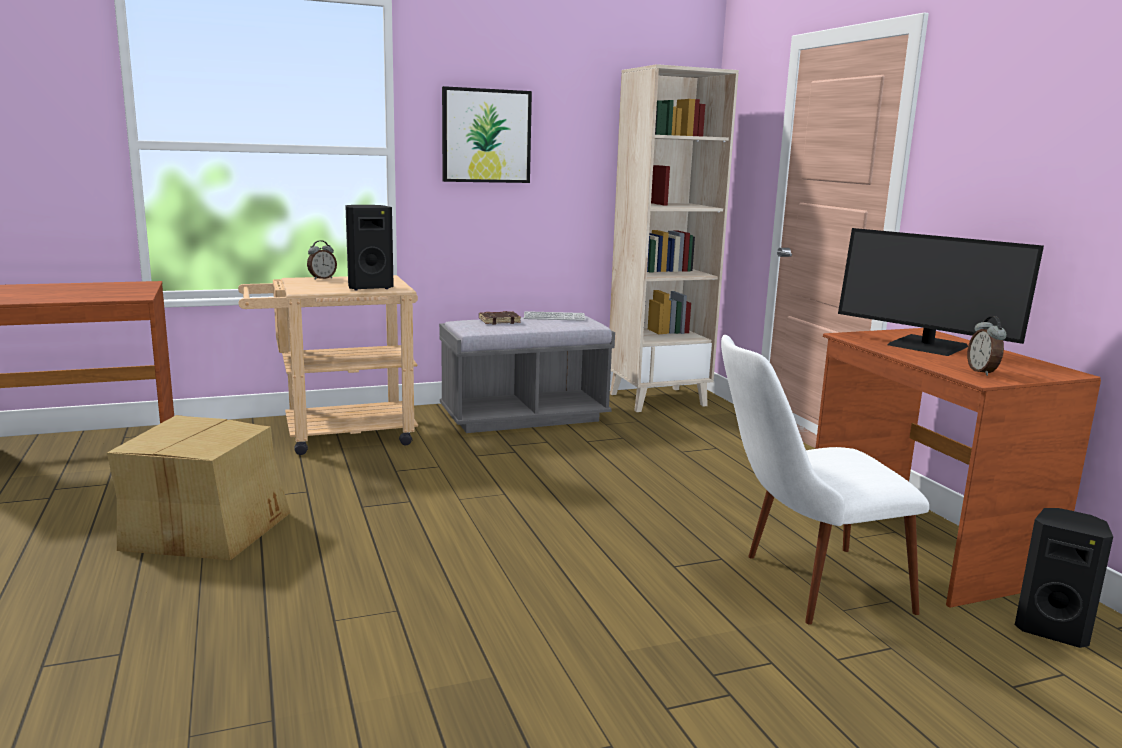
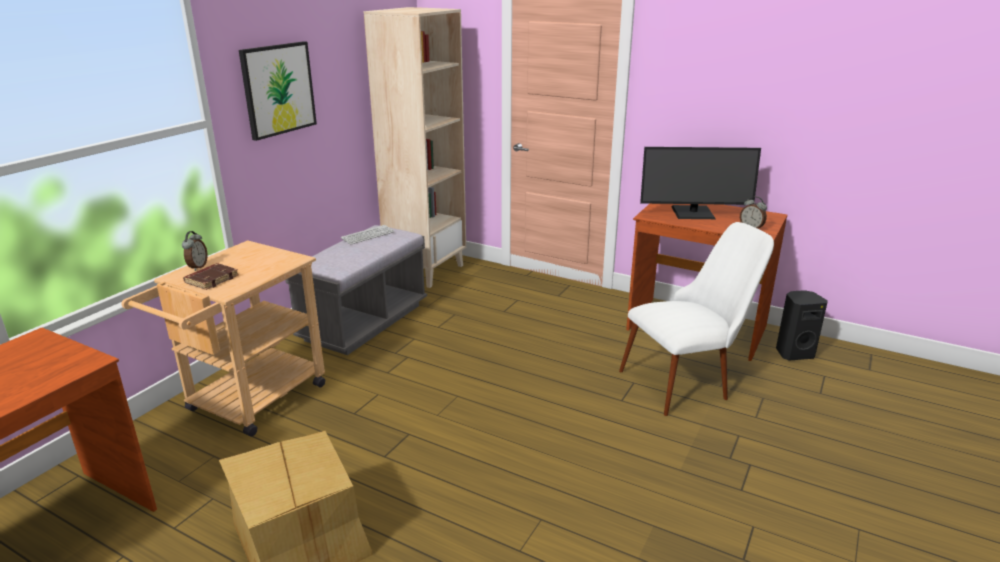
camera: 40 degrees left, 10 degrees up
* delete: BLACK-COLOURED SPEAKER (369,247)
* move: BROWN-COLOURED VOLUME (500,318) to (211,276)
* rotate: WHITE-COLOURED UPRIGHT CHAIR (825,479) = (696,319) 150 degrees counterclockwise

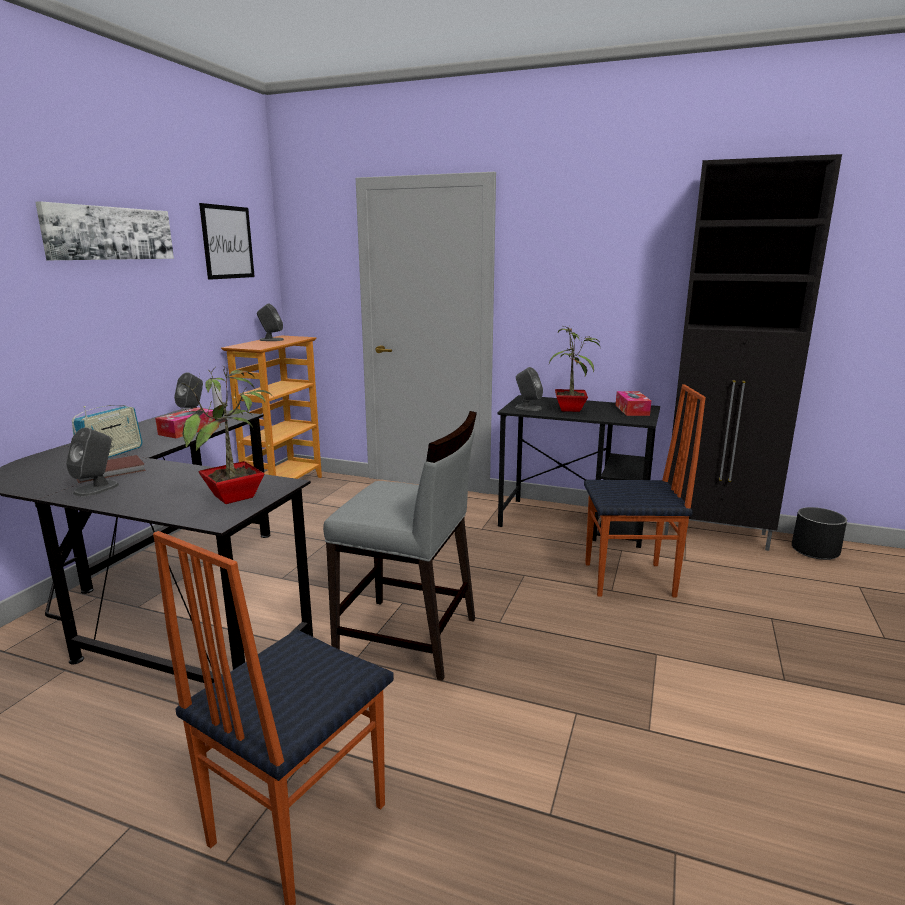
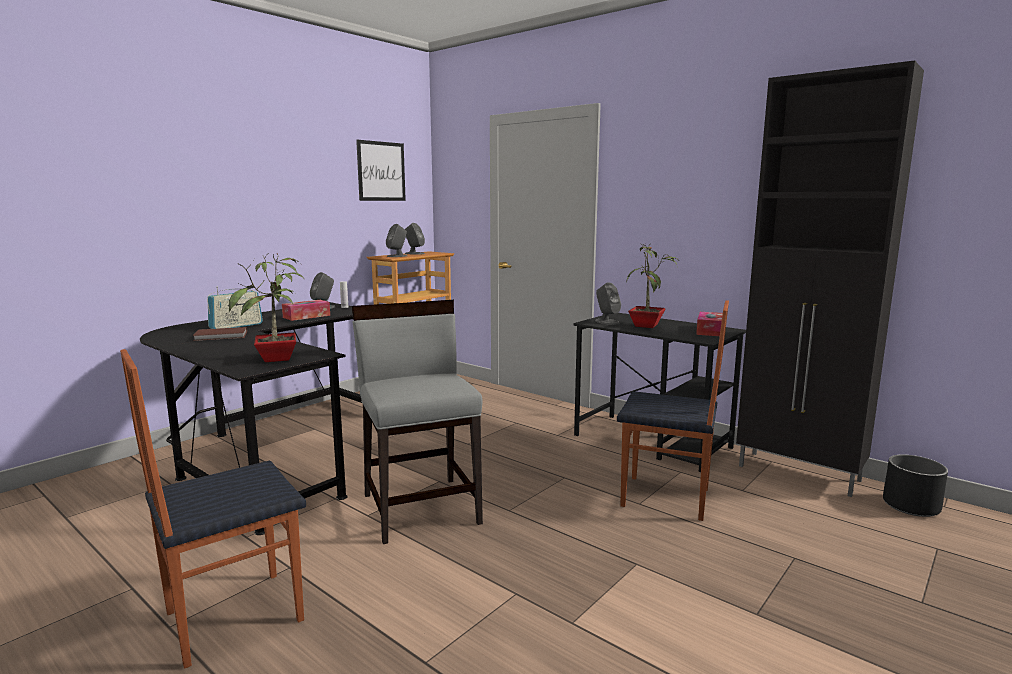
camera: 20 degrees right, 5 degrees down
* delete: WALL ART (104,230)
* move: GREY SPEAKER (92,461) to (396,240)
* rotate: GREY UPRIGHT CHAIR (400,546) = (417,422) 150 degrees counterclockwise

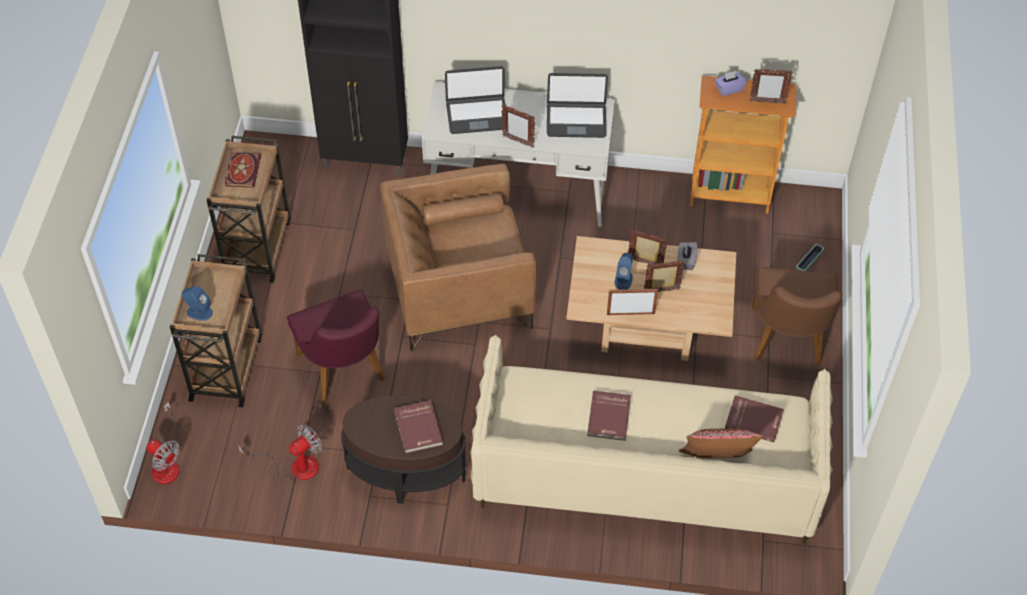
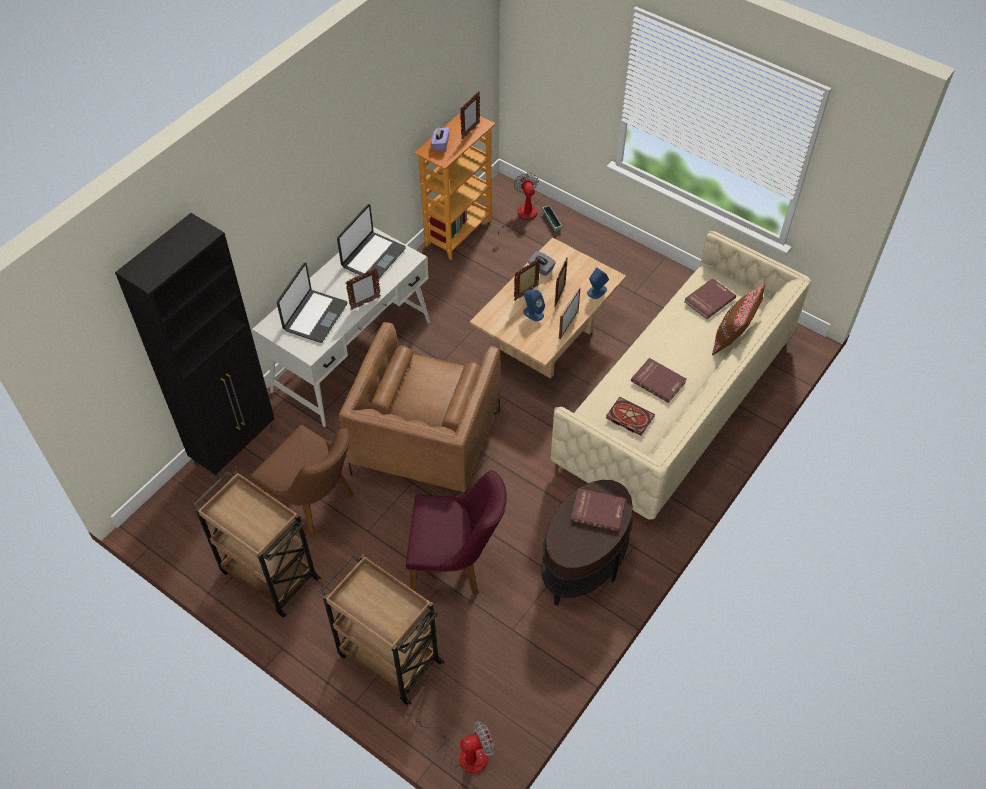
camera: 60 degrees left, 0 degrees up
* move: BLUE-COLOURED SPEAKER (197,303) to (598,283)
* move: VOLUME (243,170) to (630,416)
* move: FAN (280,452) to (518,203)
* move: BROWN-COLOURED UPRIGHT CHAIR (797,316) to (301,481)

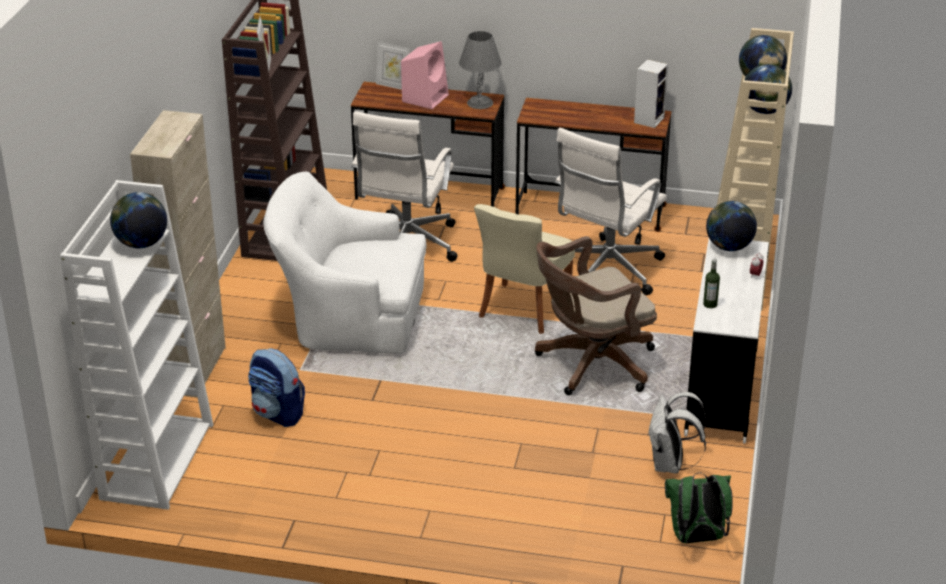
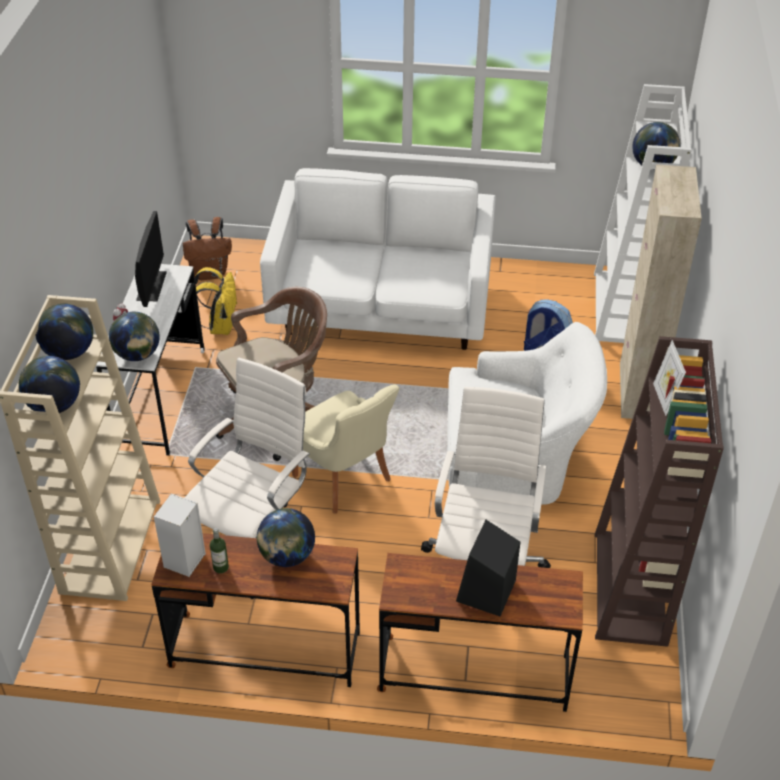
camera: 175 degrees right, 10 degrees up
* delete: PHOTO FRAME (392,66)
* recolor: PINKISH SPEAKER (425,75) to BLACK-COLOURED SPEAKER (488,568)
* delete: GREY TABLETOP LAMP (480,70)
* rotate: BEIGE UPRIGHT CHAIR (524,269) = (345,449) 120 degrees clockwise
* recolor: WHITE-COLOURED BACKPACK (677,432) to YELLOW-COLOURED BACKPACK (216,301)
* recolor: GREEN-COLOURED BACKPACK (699,507) to BROWN-COLOURED BACKPACK (207,248)
* move: BOTTLE (711,283) to (219,550)
* insert: COMPUTER SCREEN (151,259)
* insert: WORLD GLOBE (286,537)
* insert: WHITE-COLOURED COUCH (378,259)

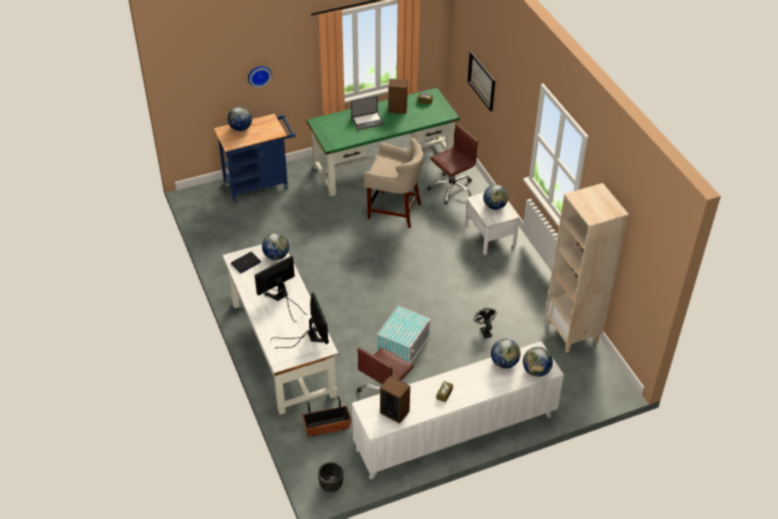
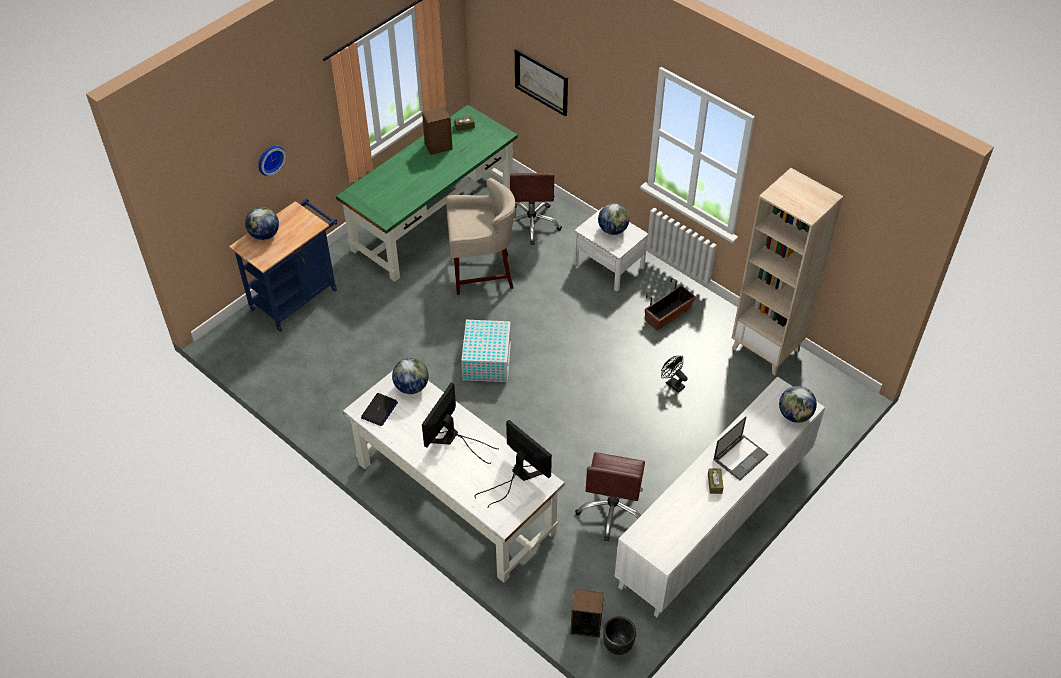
camera: 25 degrees left, 5 degrees up
* move: PLANTER (327,416) to (670,304)
* move: NOTEBOOK COMPUTER (367,113) to (740,448)
* move: WHITE-COLOURED STORAGE BOX (404,335) to (486,351)
* move: SPEAKER (395,400) to (587,613)
* rotate: BROWN-COLOURED COMPUTER CHAIR (453,164) = (536,209) 150 degrees clockwise
* delete: WORLD GLOBE (505,354)

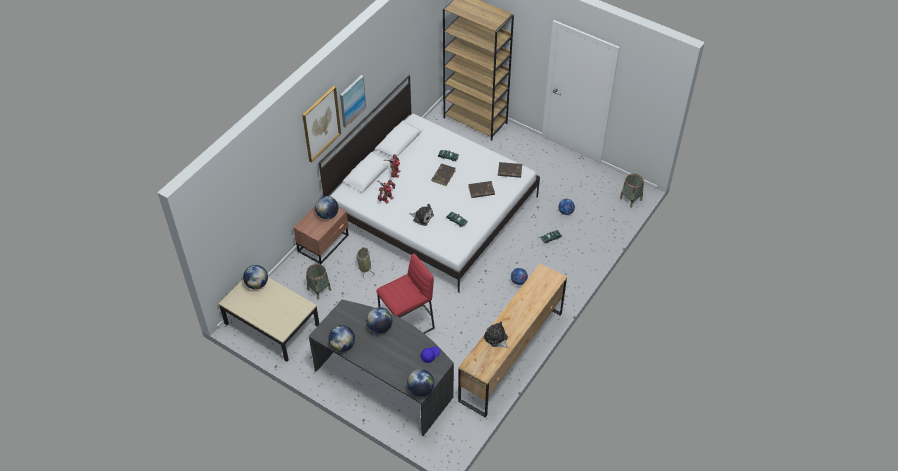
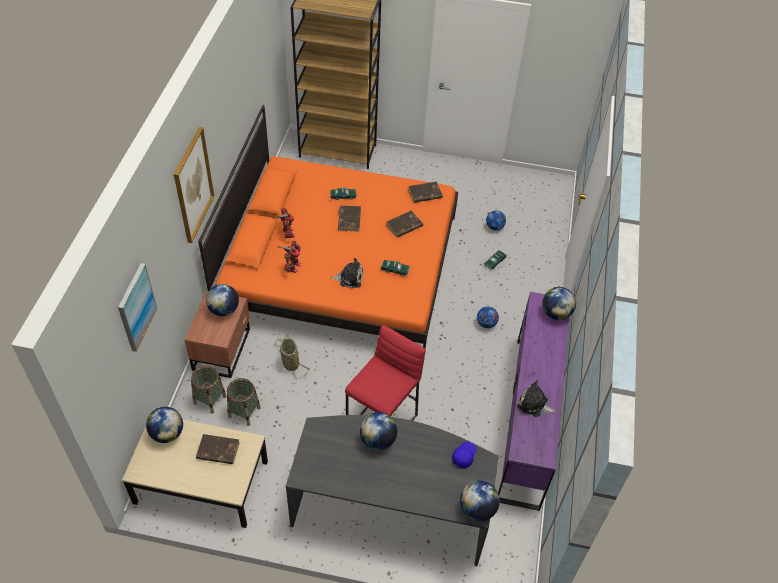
camera: 25 degrees left, 0 degrees up
* recolor: WHITE-COLOURED SLEEPING BED (429,184) to ORANGEY SLEEPING BED (328,227)
* move: WORLD GLOBE (341,338) to (559,303)
* move: WALL ART (353,101) to (137,307)
* recolor: BROWN-COLOURED DRAWER CHEST (512,340) to PURPLE DRAWER CHEST (533,401)
* move: HOUSEHOLD BASKET (632,191) to (208,390)
* insert: BROWN-COLOURED VOLUME (218,449)

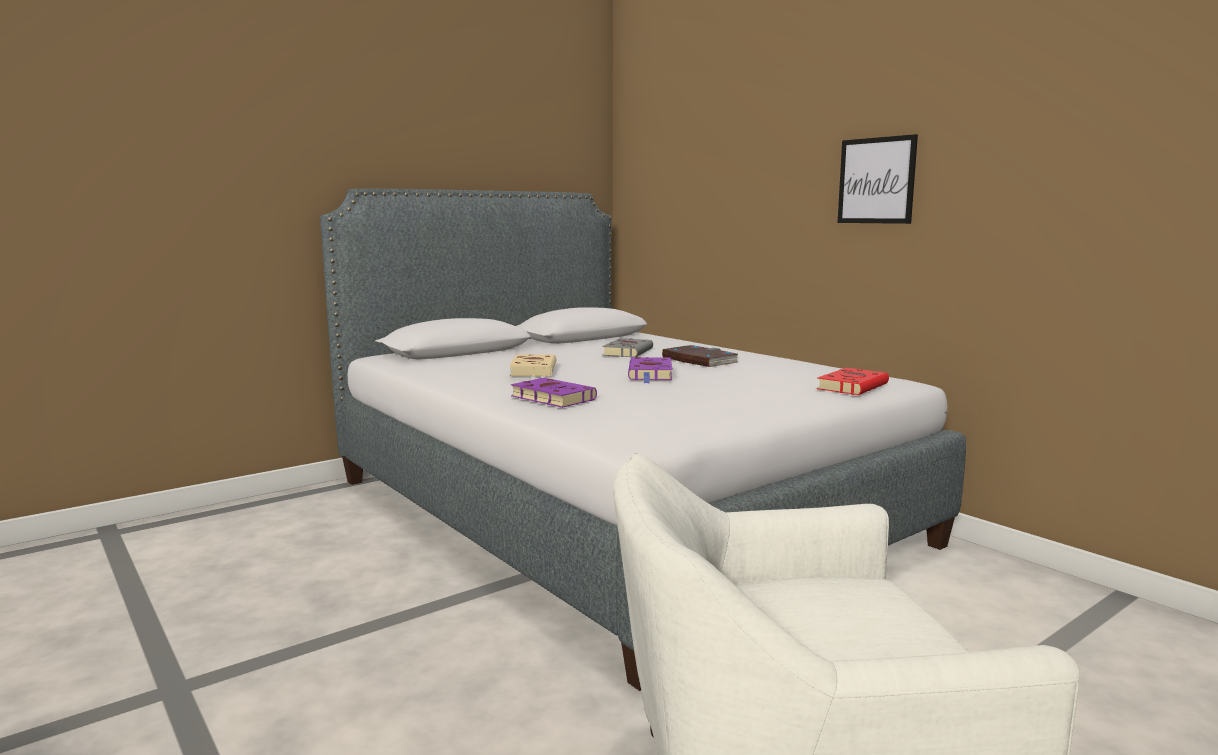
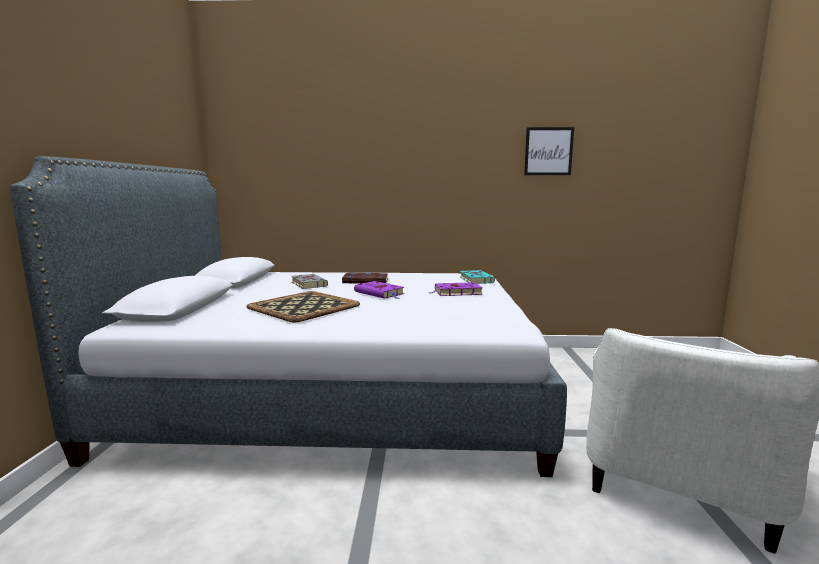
camera: 50 degrees left, 0 degrees up
* replace: BEIGE VOLUME (532,365) to CARRYING TRAY (303,306)
* move: PURPLE VOLUME (554,393) to (455,289)
* recolor: REDDISH VOLUME (853,381) to TURQUOISE-COLOURED VOLUME (477,277)
* move: WALL ART (877,179) to (549,151)

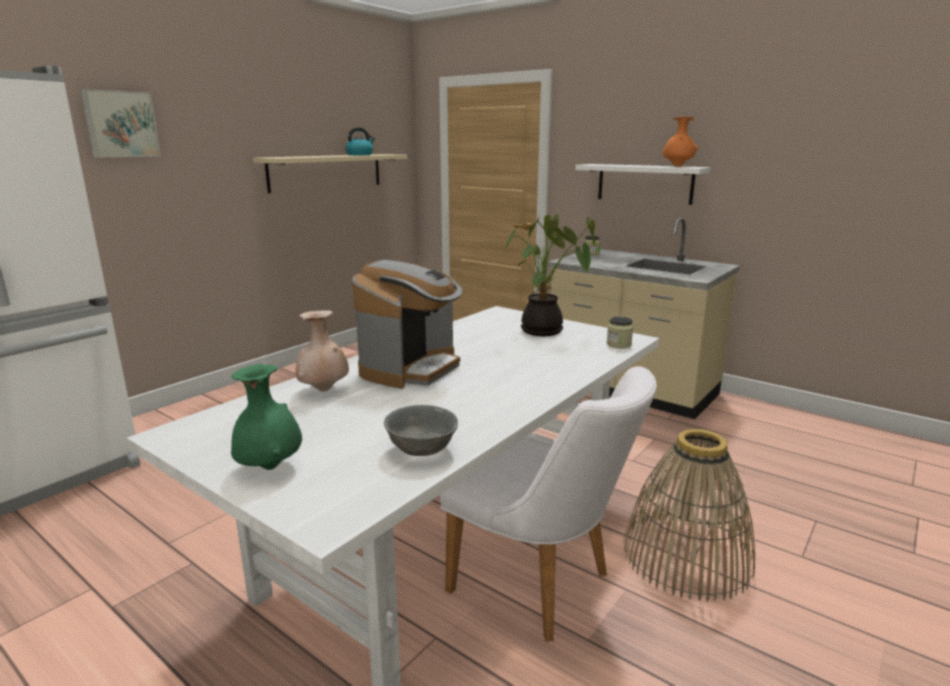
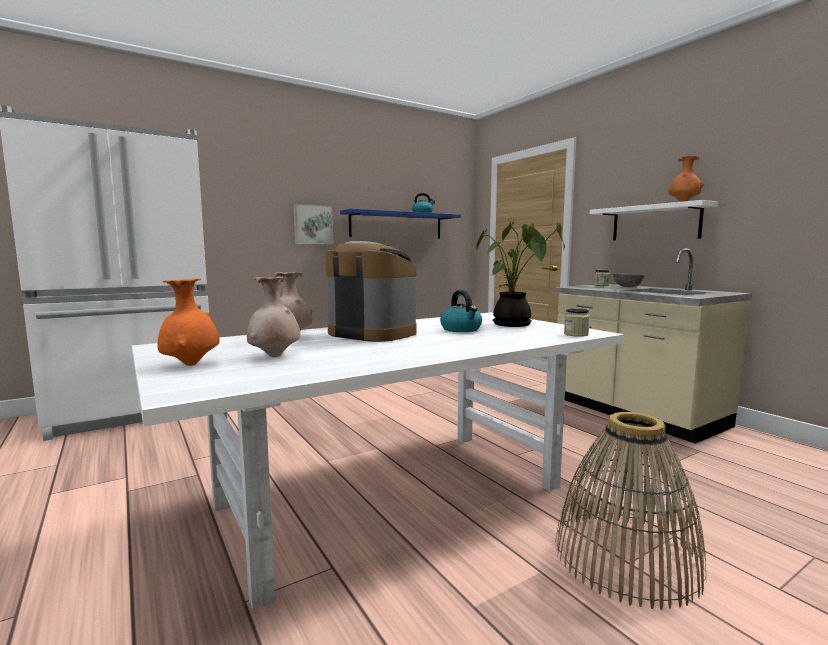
camera: 20 degrees right, 10 degrees down
* move: WALL ART (120,123) to (313,224)
* recolor: GREEN-COLOURED VASE (266,417) to ORANGEY VASE (188,322)
* recolor: BEIGE SHELF (330,173) to BLUE-COLOURED SHELF (400,223)
* rotate: COFFEE MAKER (407,324) = (371,291) 105 degrees counterclockwise
* move: GREY BOWL (421,430) to (629,280)
* delete: WHITE-COLOURED UPRIGHT CHAIR (548,504)
* insert: BEIGE VASE (274,317)
* insert: TEA KETTLE (461,311)

